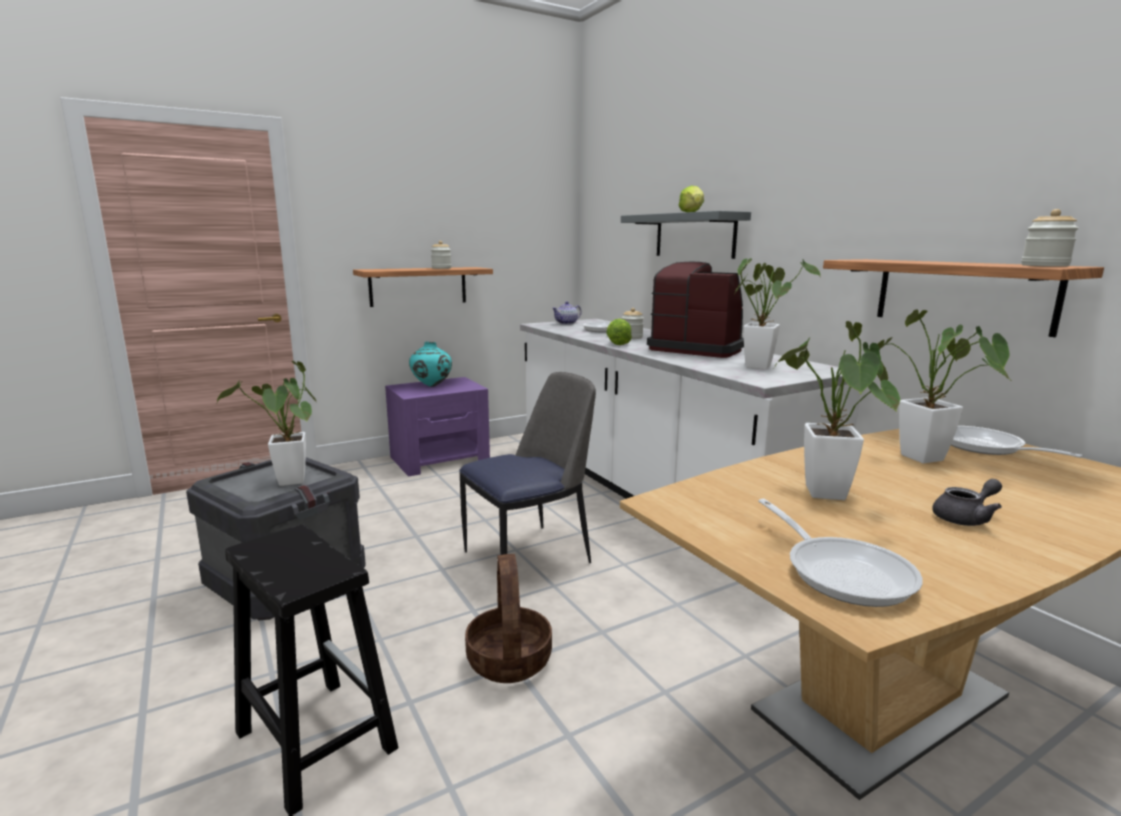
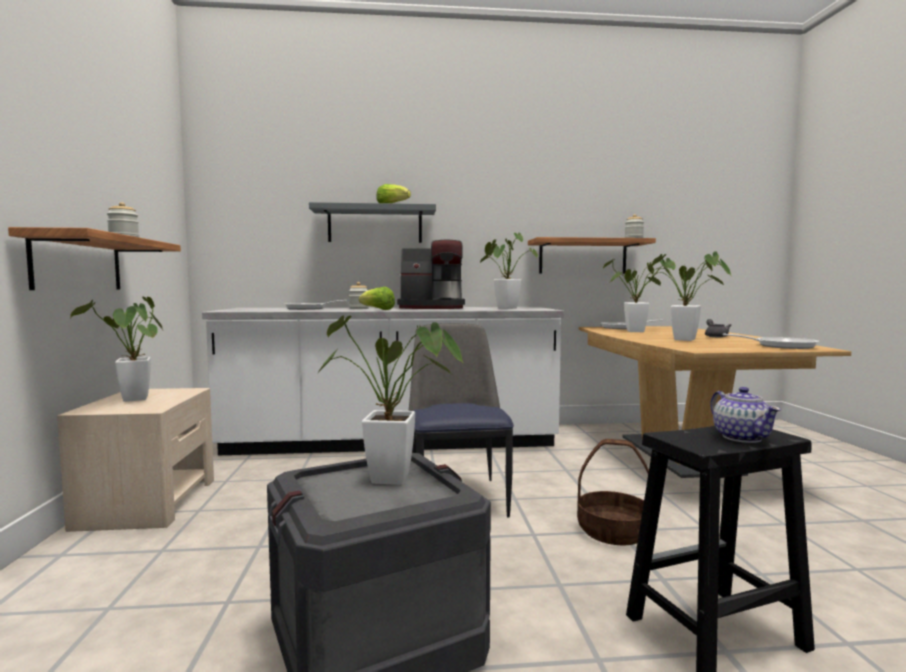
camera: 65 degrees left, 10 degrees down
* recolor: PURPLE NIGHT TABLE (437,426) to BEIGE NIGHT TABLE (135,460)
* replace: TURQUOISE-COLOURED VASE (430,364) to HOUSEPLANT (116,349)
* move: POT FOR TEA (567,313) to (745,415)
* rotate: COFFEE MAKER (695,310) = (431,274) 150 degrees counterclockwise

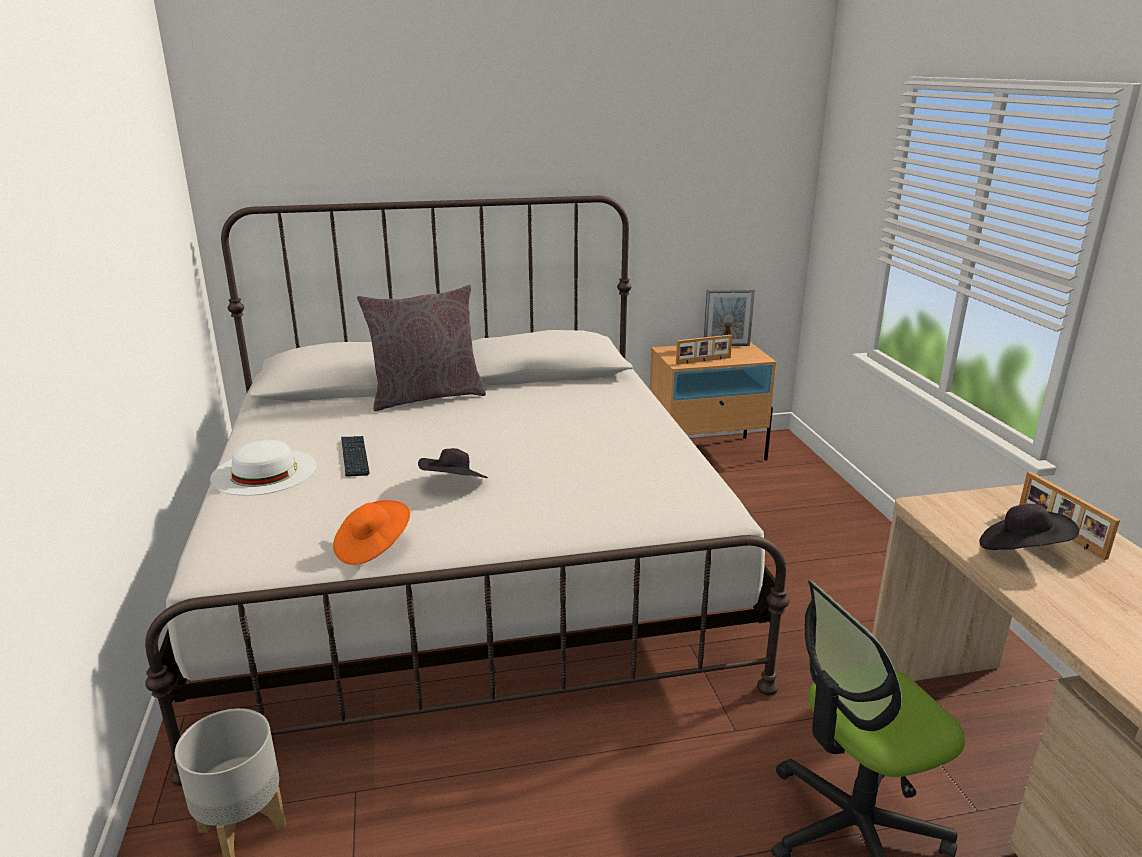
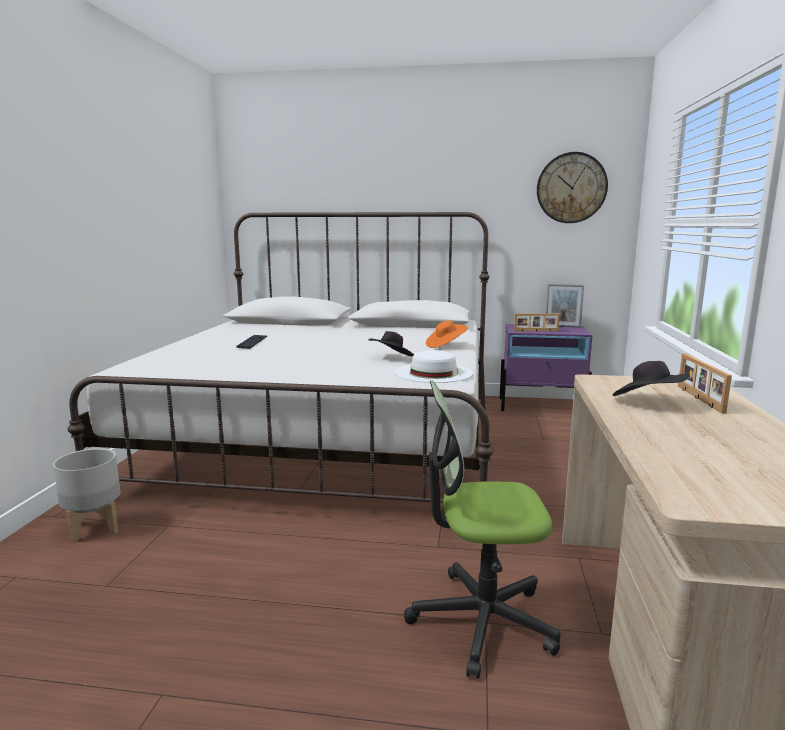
camera: 20 degrees right, 10 degrees down
* move: WHITE-COLOURED HAT (263,468) to (434,366)
* move: ORANGEY HAT (371,532) to (447,334)
* delete: GREY CUSHION (421,348)
* move: BLACK-COLOURED HAT (453,463) to (391,343)
* recolor: BEIGE NIGHT TABLE (713,401) to PURPLE NIGHT TABLE (546,367)
* insert: WALL CLOCK (572,187)

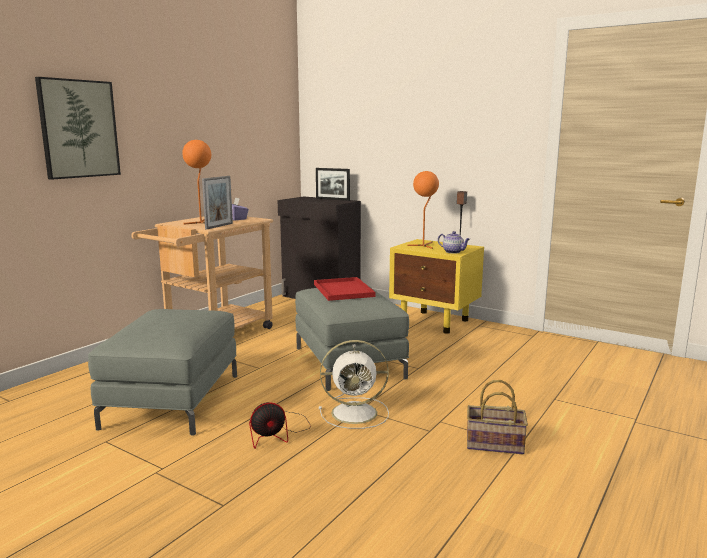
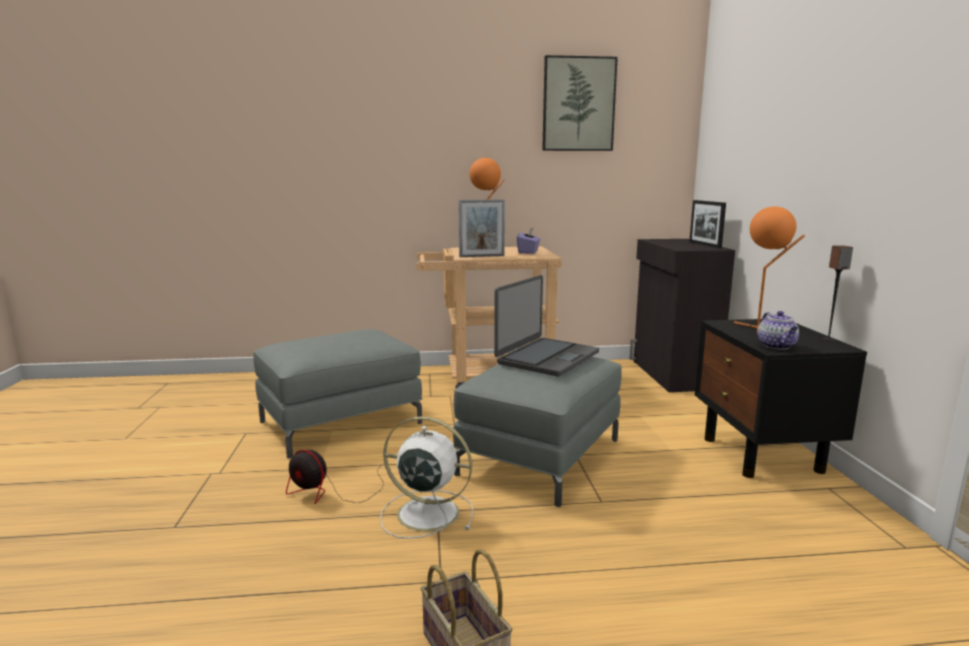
camera: 50 degrees right, 0 degrees up
* move: WALL ART (78,128) to (580,103)
* replace: REDDISH CARRYING TRAY (344,289) to NOTEBOOK COMPUTER (546,326)
* rotate: WHITE-COLOURED FAN (354,384) = (427,477) 150 degrees clockwise
* recolor: YELLOW-COLOURED NIGHT TABLE (436,286) to BLACK-COLOURED NIGHT TABLE (781,398)

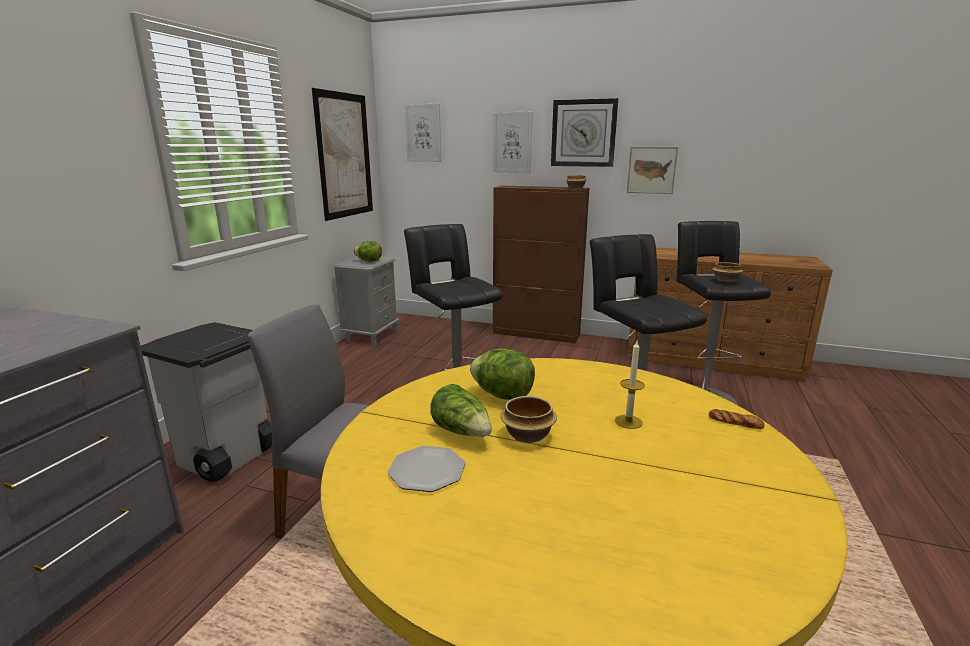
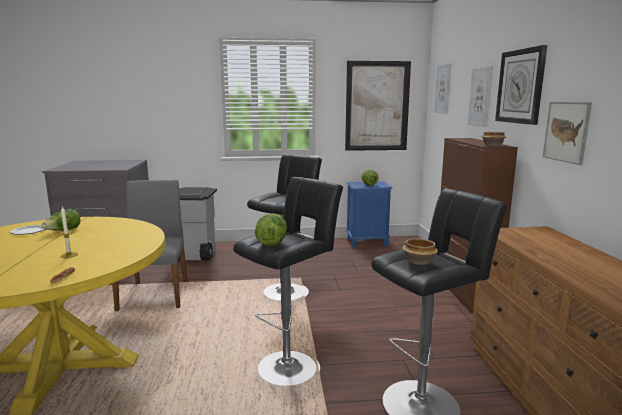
camera: 65 degrees right, 5 degrees down
* recolor: GREY NIGHT TABLE (366,301) to BLUE-COLOURED NIGHT TABLE (369,214)
* move: LETTUCE (502,374) to (271,229)
* delete: BOWL (528,419)

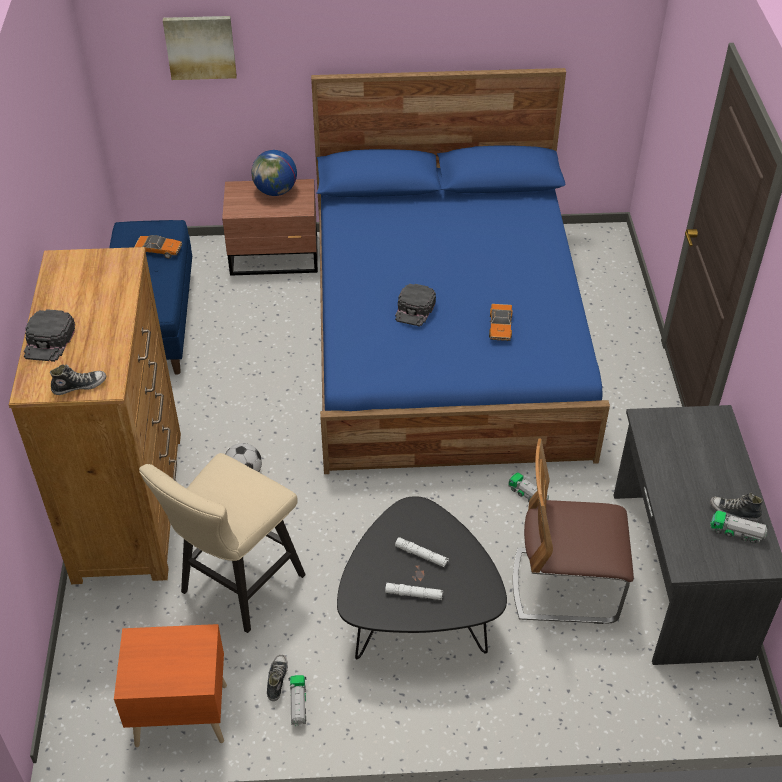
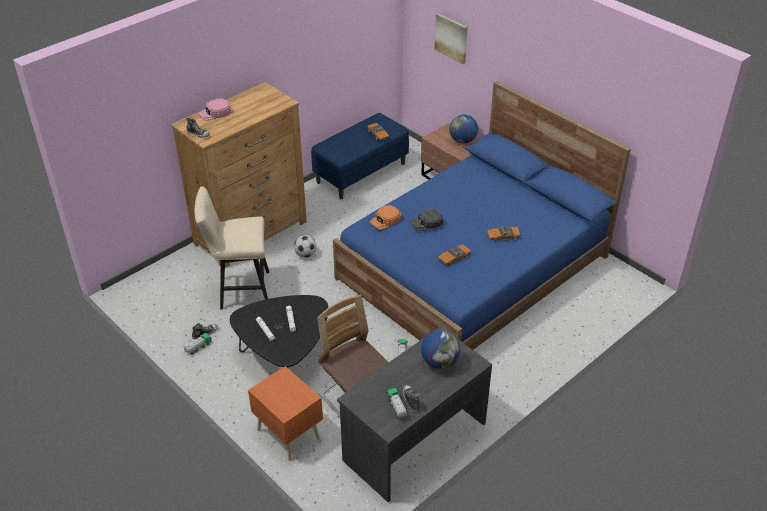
camera: 50 degrees right, 5 degrees down
* recolor: BLACK-COLOURED BASEBALL CAP (49,335) to PINKISH BASEBALL CAP (215,109)
* move: ORANGEY NIGHT TABLE (170,685) to (285,413)
* insert: ORANGEY BASEBALL CAP (386,217)
* insert: WORLD GLOBE (440,349)
* insert: MODEL CAR (503,234)

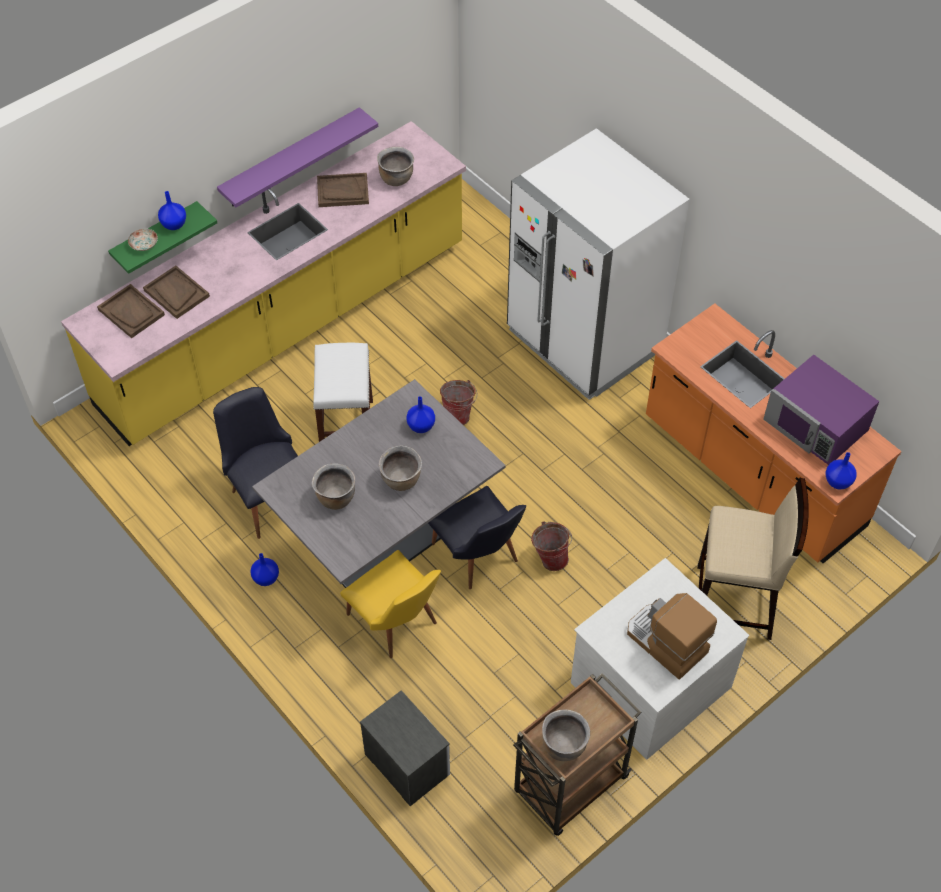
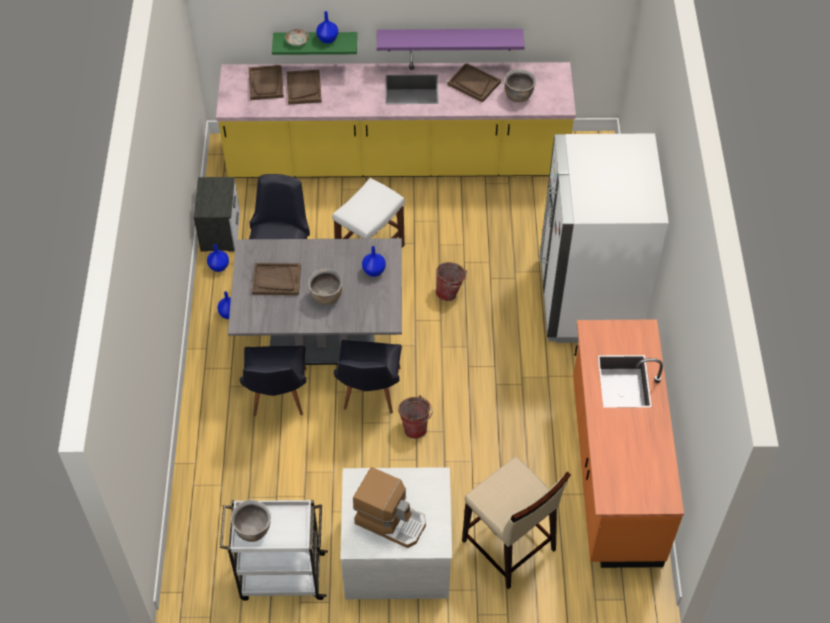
camera: 40 degrees right, 0 degrees up
* replace: BROWN-COLOURED STOCKPOT (333,486) to BROWN-COLOURED CARRYING TRAY (276,279)
* recolor: YELLOW-COLOURED UPRIGHT CHAIR (390,604) to BLACK-COLOURED UPRIGHT CHAIR (273,381)
* move: NIGHT TABLE (405,748) to (216,214)
* recolor: BROWN-COLOURED TROLLEY (577,754) to WHITE-COLOURED TROLLEY (274,550)
* rotate: COFFEE MAKER (672,636) = (389,507) 120 degrees clockwise
* delete: PURPLE MICROWAVE OVEN (821,410)
* move: BLUE-COLOURED VASE (841,471) to (218,258)

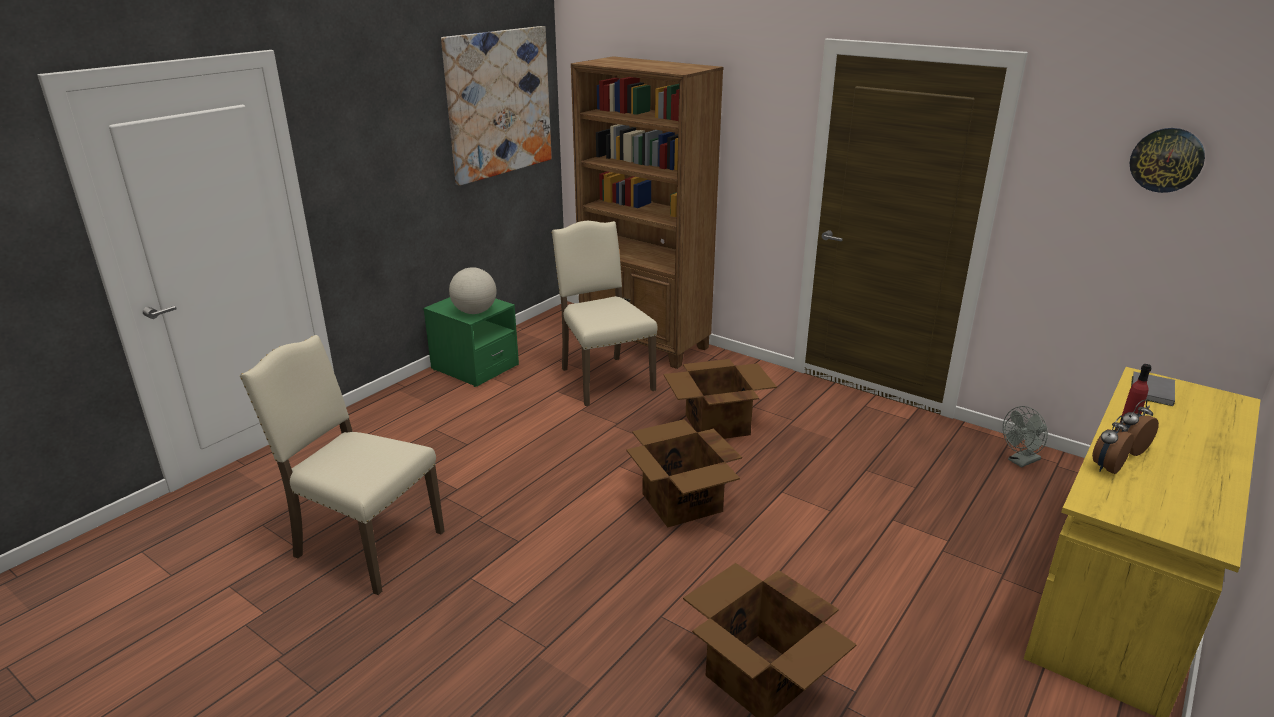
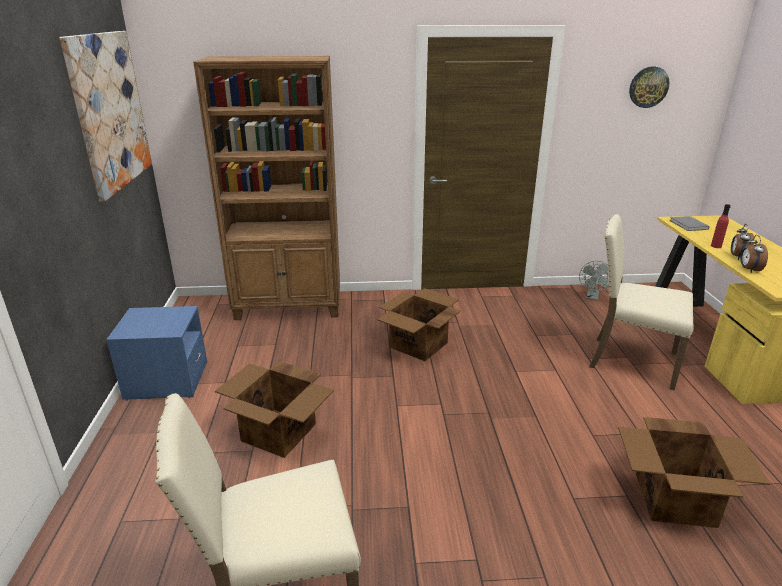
camera: 40 degrees left, 0 degrees up
* recolor: GREEN-COLOURED NIGHT TABLE (471,342) to BLUE-COLOURED NIGHT TABLE (156,353)
* delete: WORLD GLOBE (472,290)
* move: BEIGE UPRIGHT CHAIR (604,313) to (641,302)
* move: PACKING BOX (684,473) to (274,409)

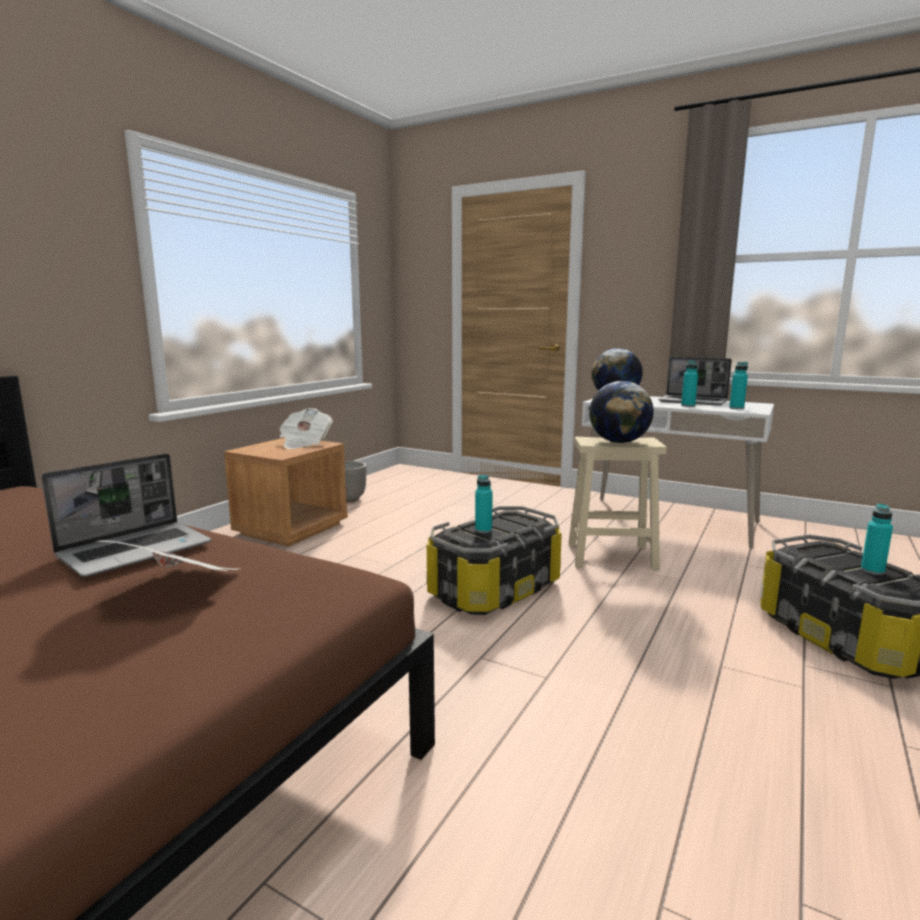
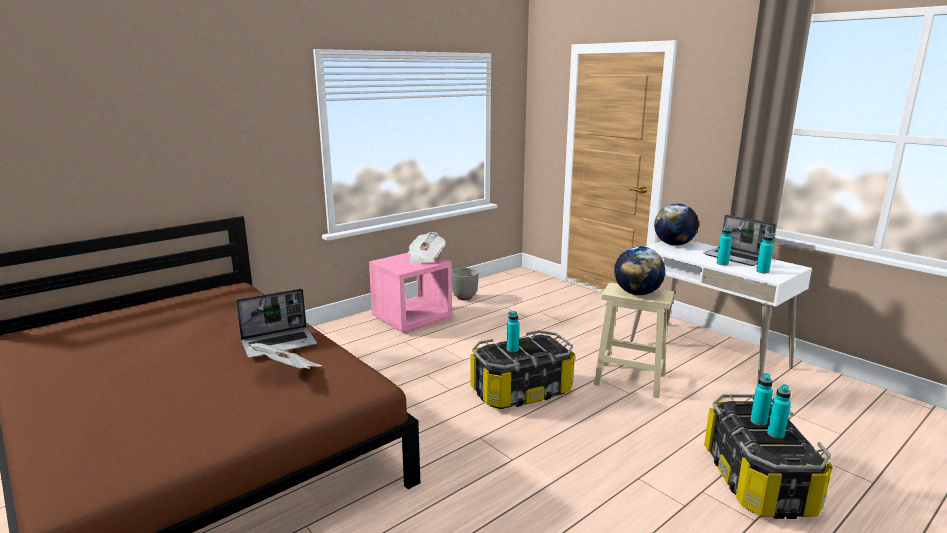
camera: 20 degrees right, 5 degrees up
* recolor: BROWN-COLOURED NIGHT TABLE (286,492) to PINKISH NIGHT TABLE (411,293)
* insert: TURQUOISE-COLOURED BOTTLE (761,399)

